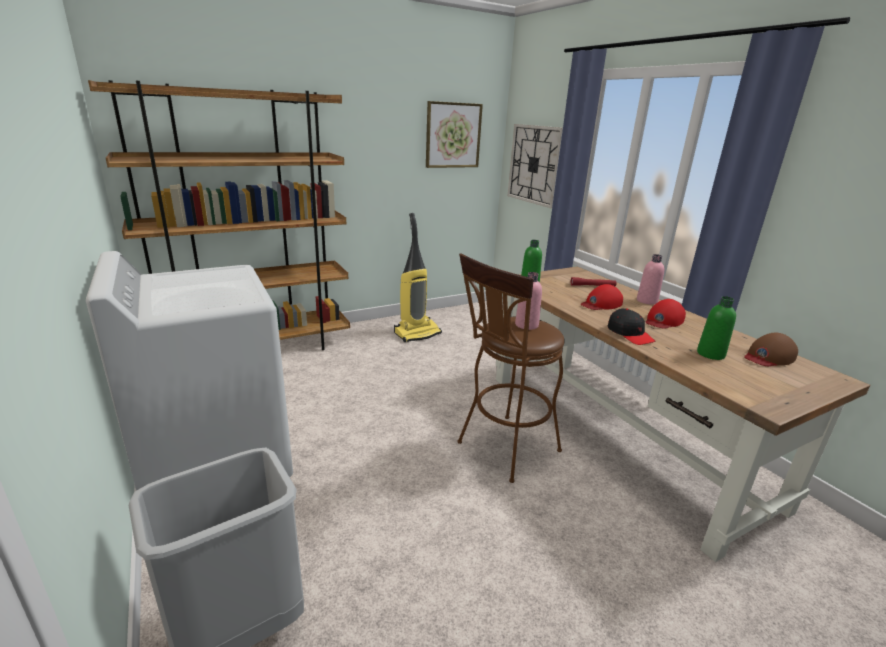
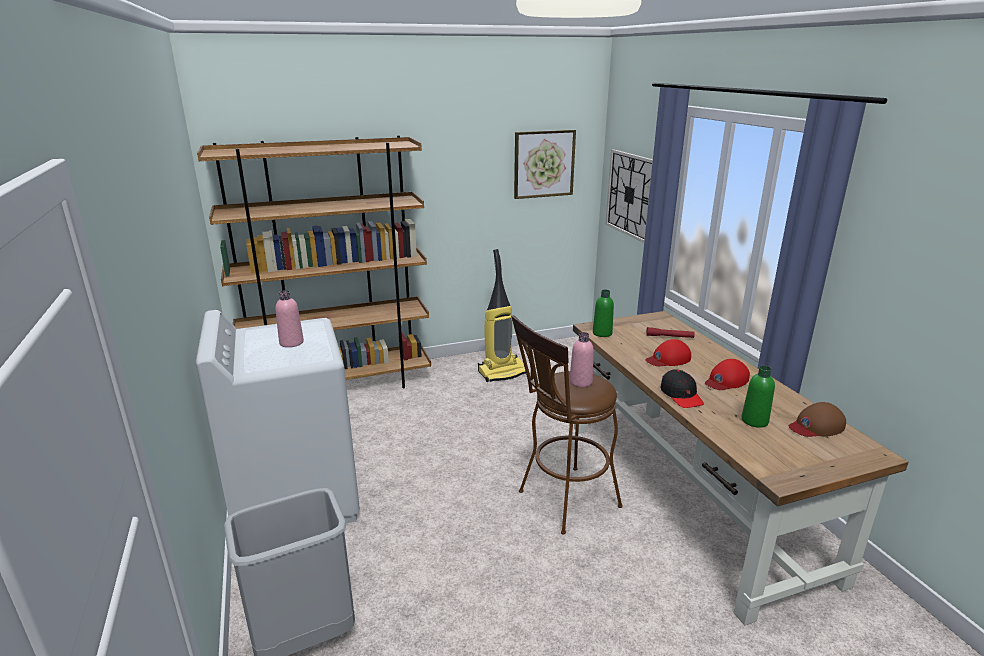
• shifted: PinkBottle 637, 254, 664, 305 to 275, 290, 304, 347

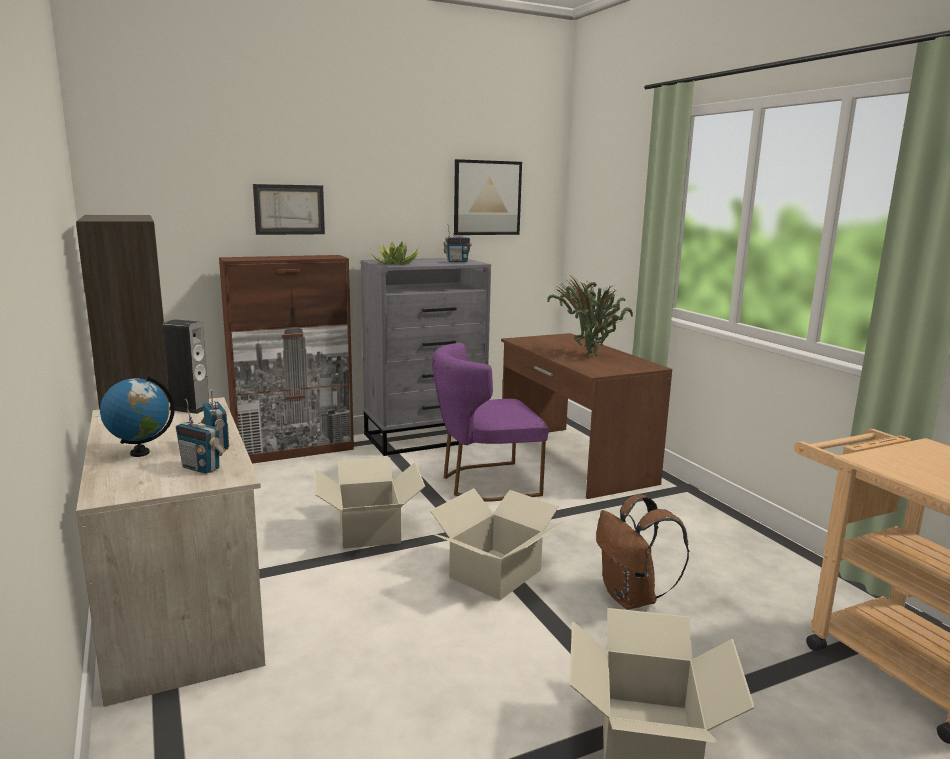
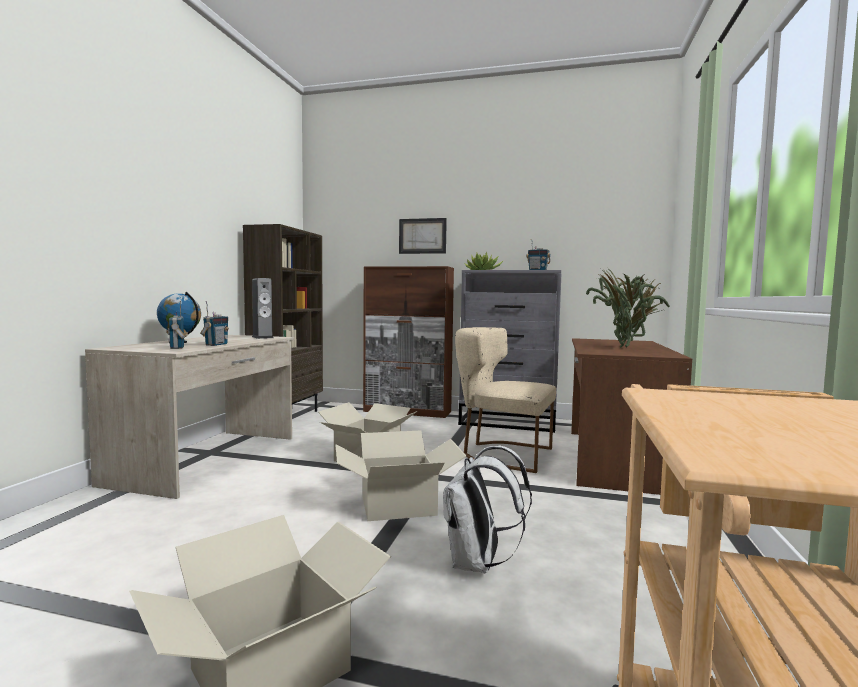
• gone: Picture 454, 159, 522, 235
• repainted: PurpleChair 433, 343, 548, 502 to BeigeChair 455, 327, 556, 473
• repainted: BrownBackpack 596, 494, 689, 609 to WhiteBackpack 443, 446, 532, 573

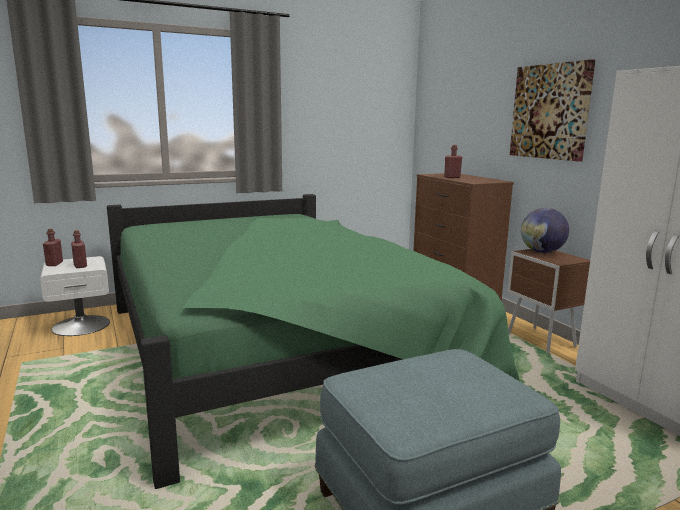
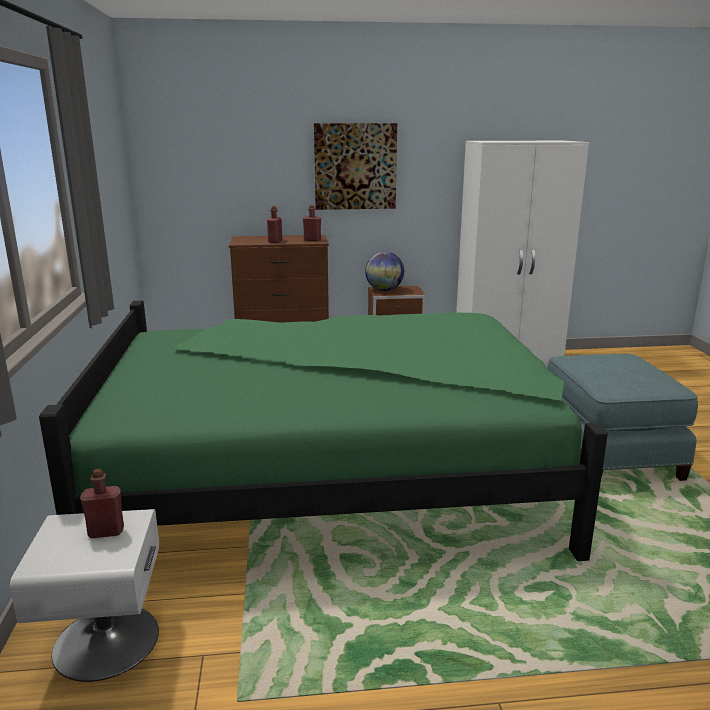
• shifted: RedBottle 43, 229, 63, 266 to 303, 205, 321, 241

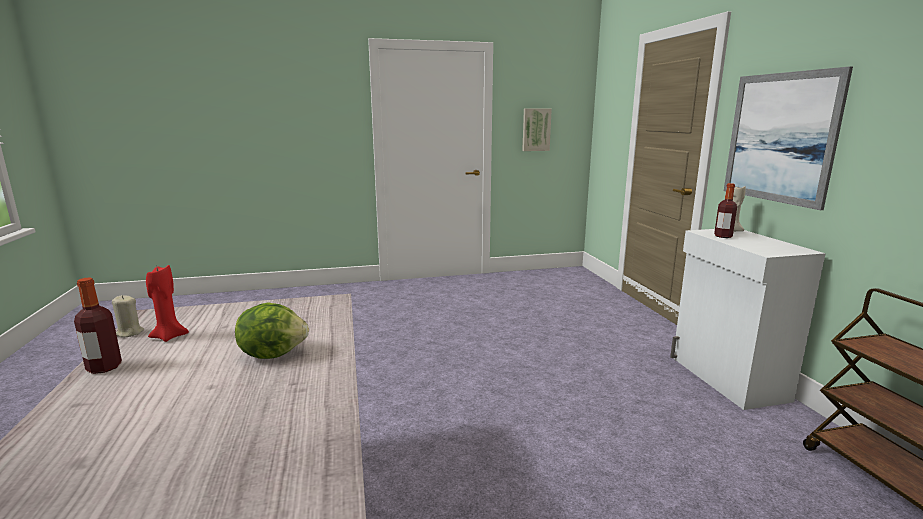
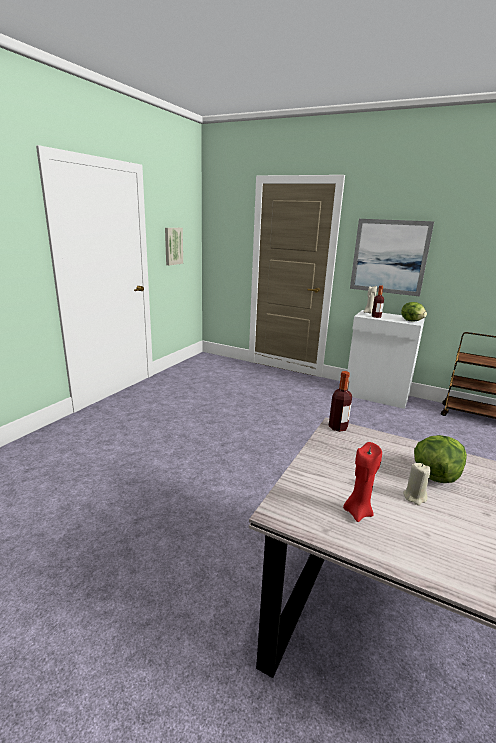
• shifted: Bottle 74, 277, 122, 374 to 329, 371, 352, 432
• shifted: BeigeCandle 112, 295, 144, 337 to 403, 463, 431, 505
• new: Lettuce 401, 302, 427, 321

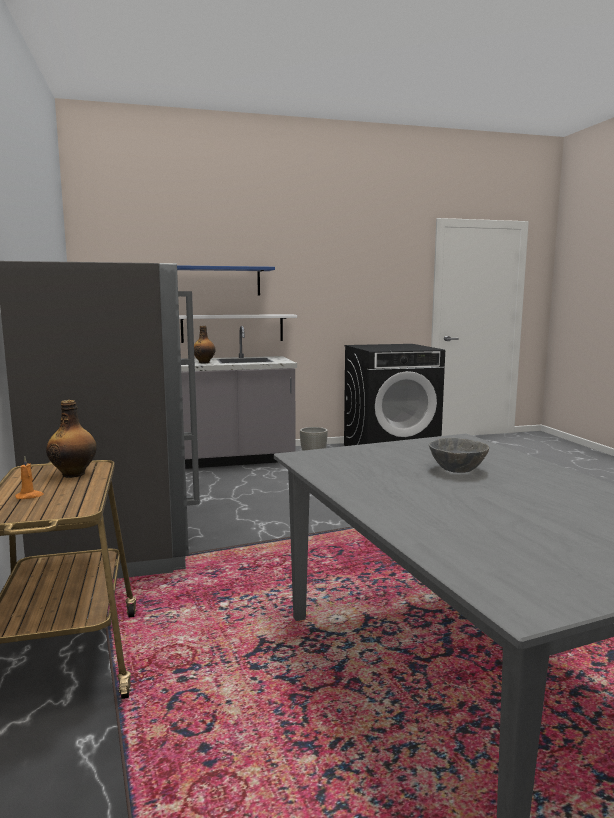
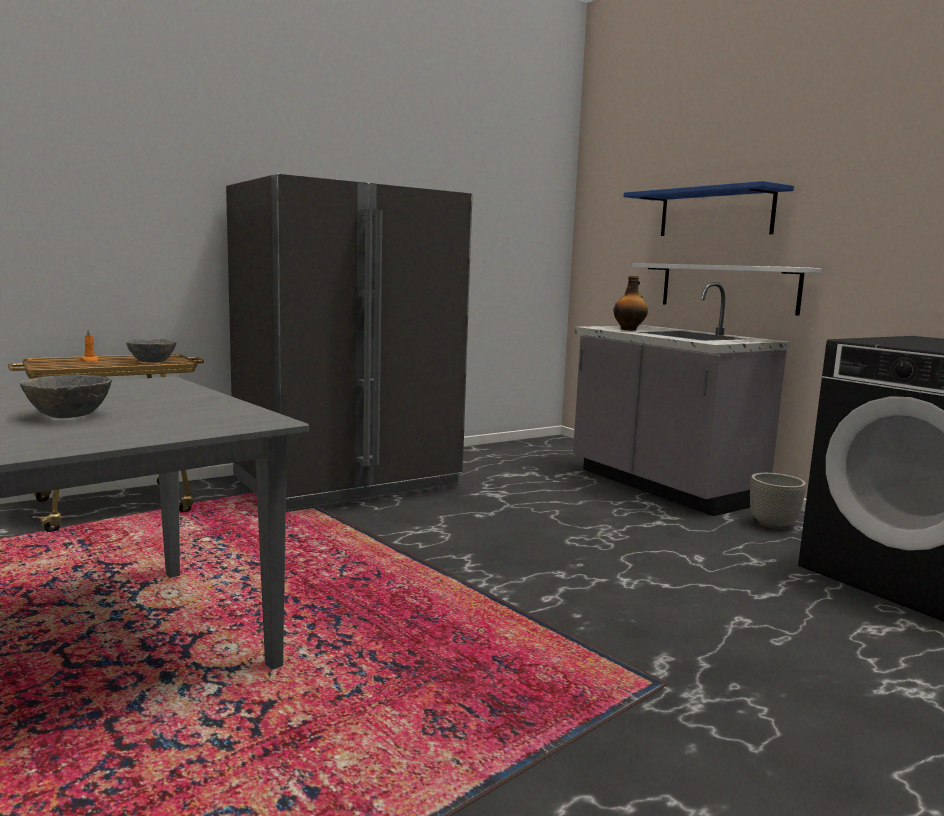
• swapped: Bottle 46, 400, 97, 478 to GreyBowl 126, 338, 177, 363

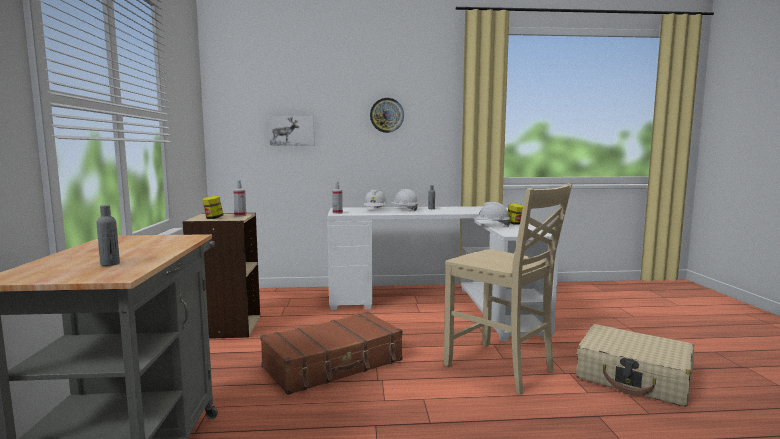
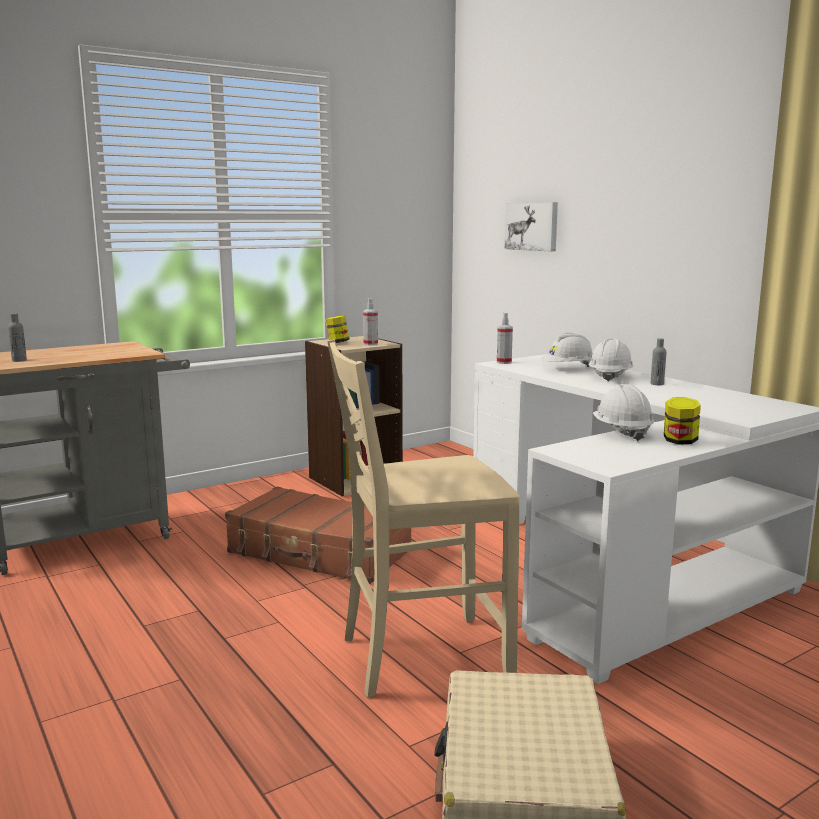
• gone: WallClock 370, 98, 404, 133
• rotated: BeigeChair 444, 184, 572, 394 = 327, 339, 520, 698 60 degrees clockwise

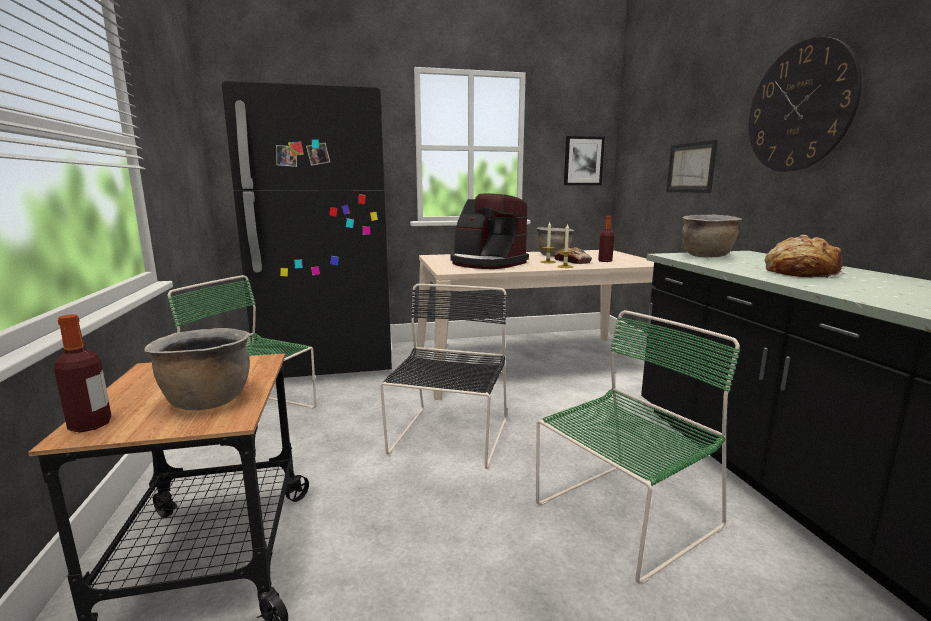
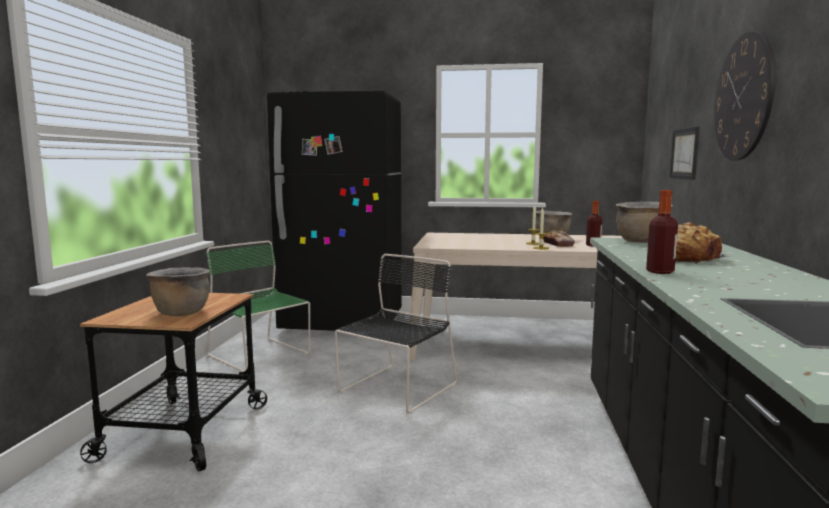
• gone: Picture 564, 136, 605, 185
• gone: CoffeeMachine 450, 193, 529, 269
• gone: GreenChair 536, 310, 740, 584
• shifted: Bottle 54, 314, 112, 432 to 646, 190, 678, 274

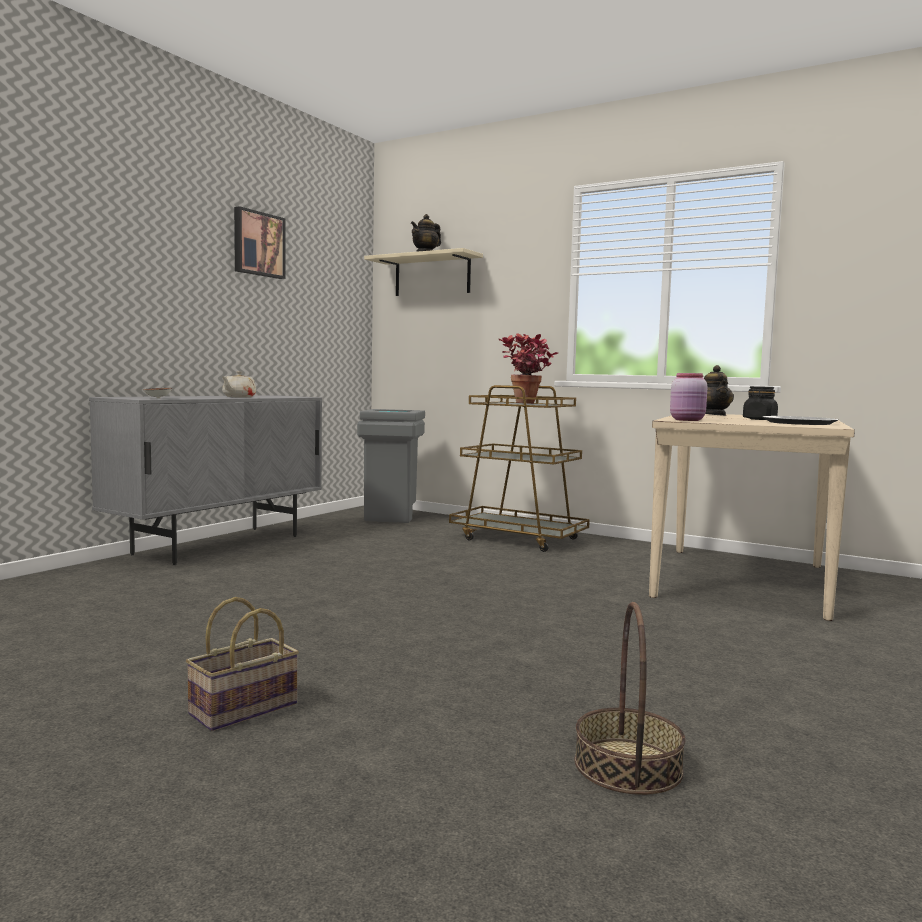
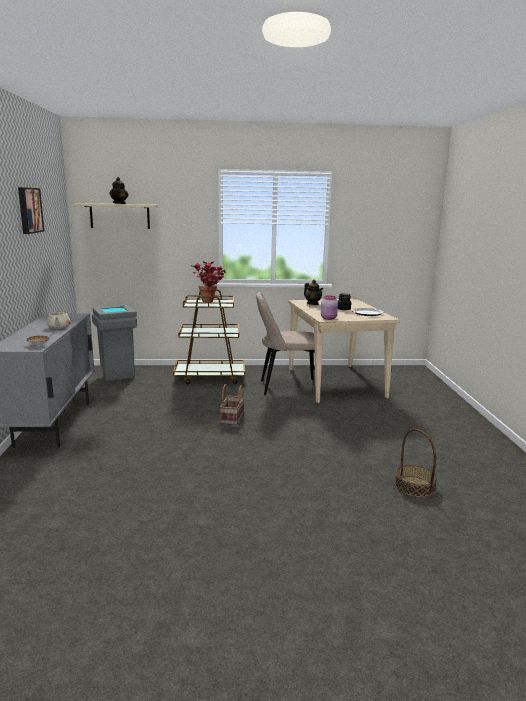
• shifted: Basket 186, 597, 299, 731 to 220, 384, 244, 425
• new: BeigeChair 256, 292, 321, 395

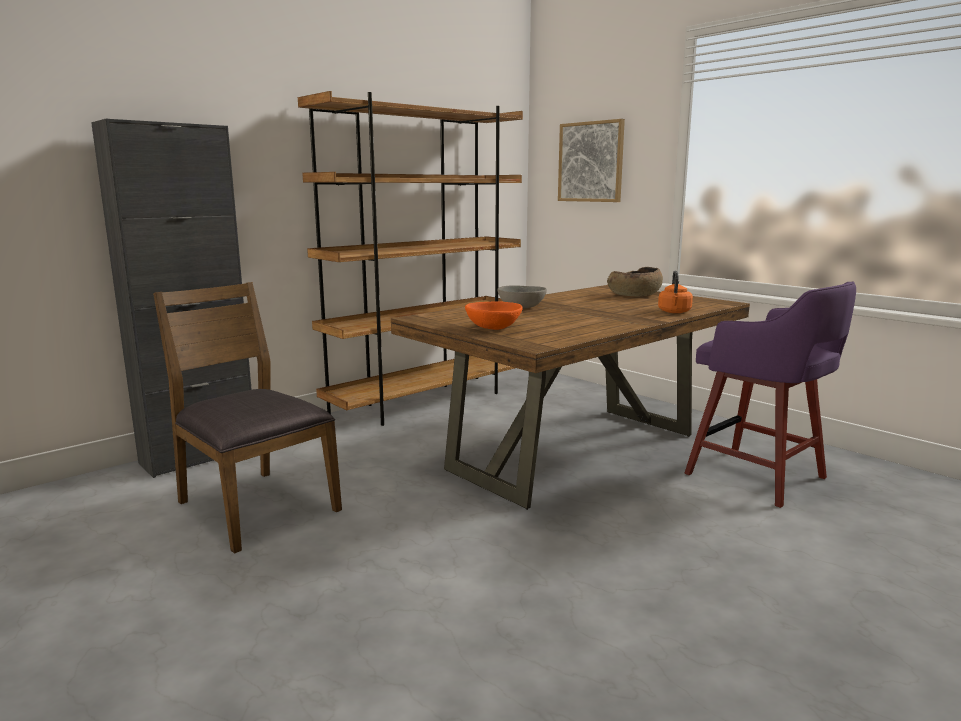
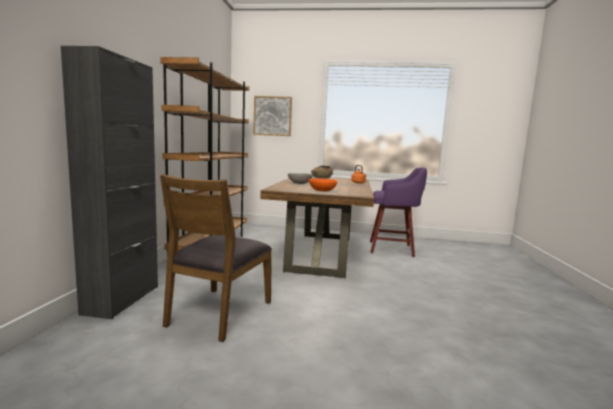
• rotated: BrownChair 153, 282, 342, 554 = 160, 174, 272, 342 75 degrees counterclockwise

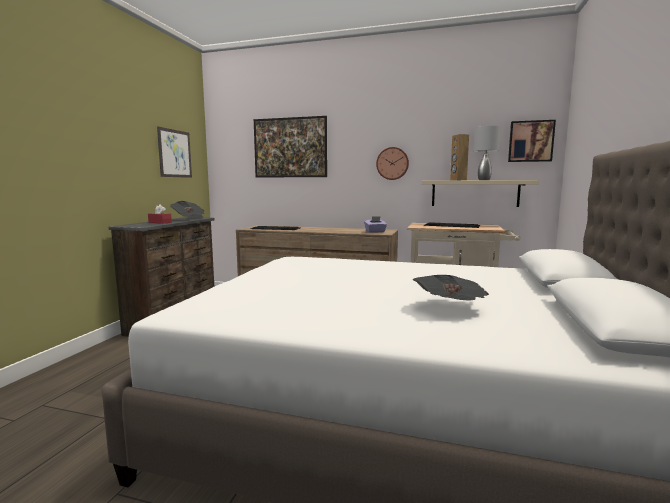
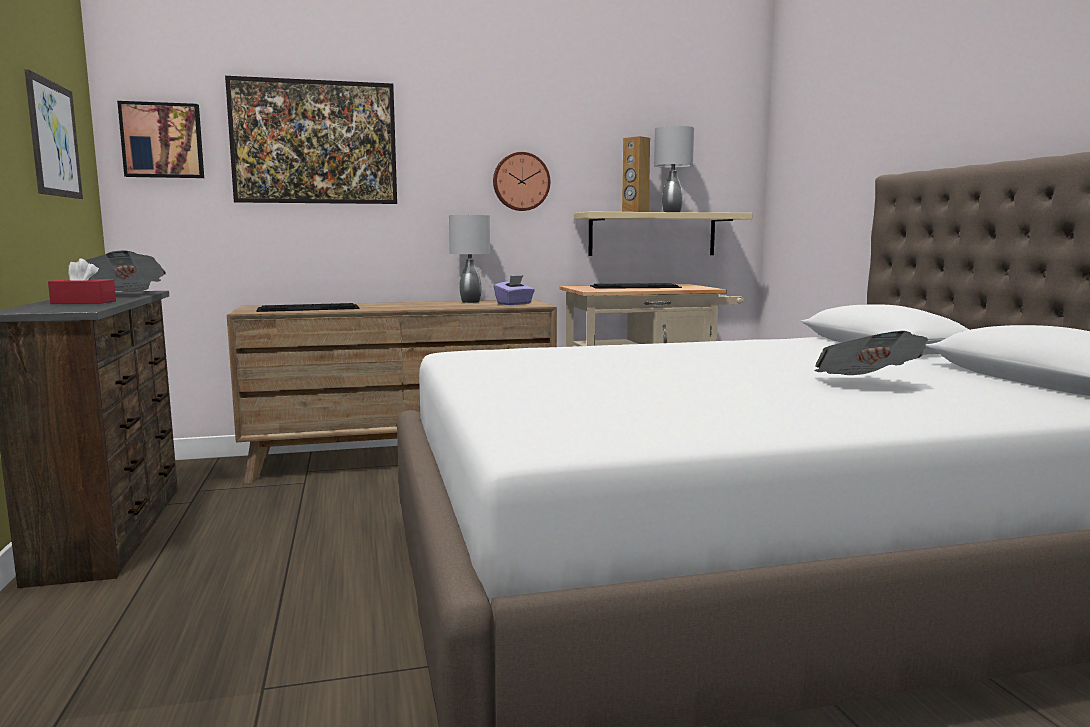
• shifted: Picture 508, 120, 556, 162 to 117, 101, 204, 178
• new: GreyTableLamp 449, 214, 490, 303

